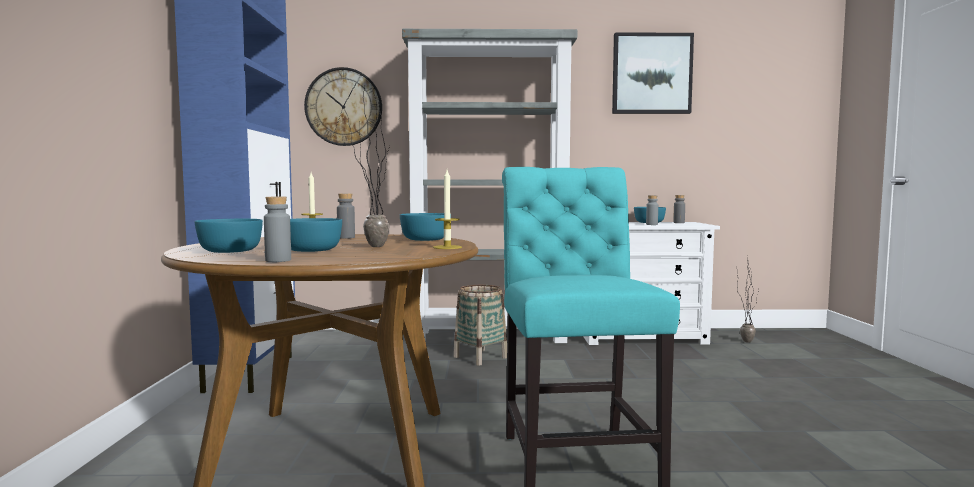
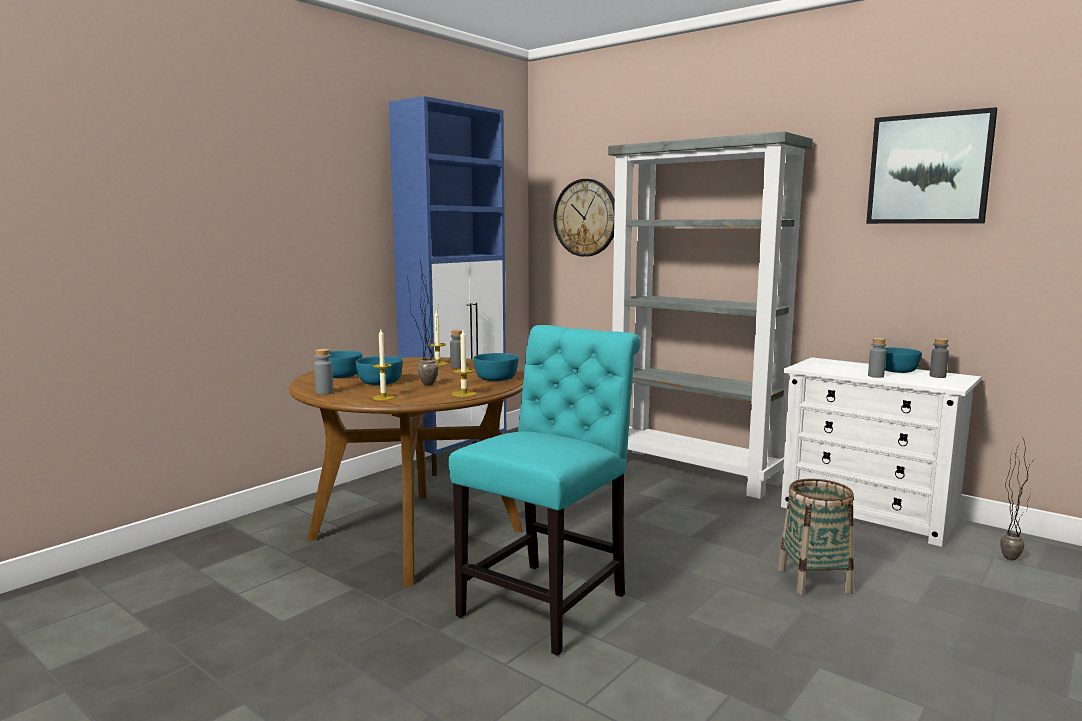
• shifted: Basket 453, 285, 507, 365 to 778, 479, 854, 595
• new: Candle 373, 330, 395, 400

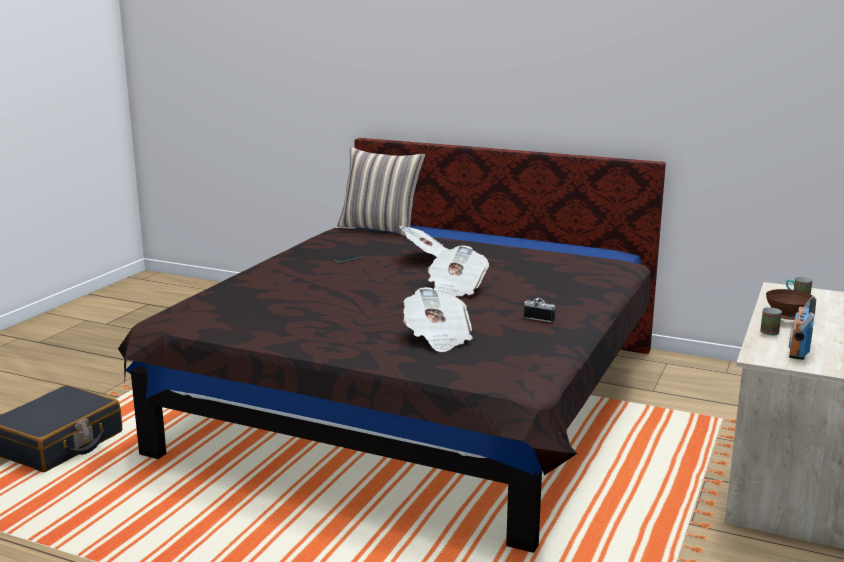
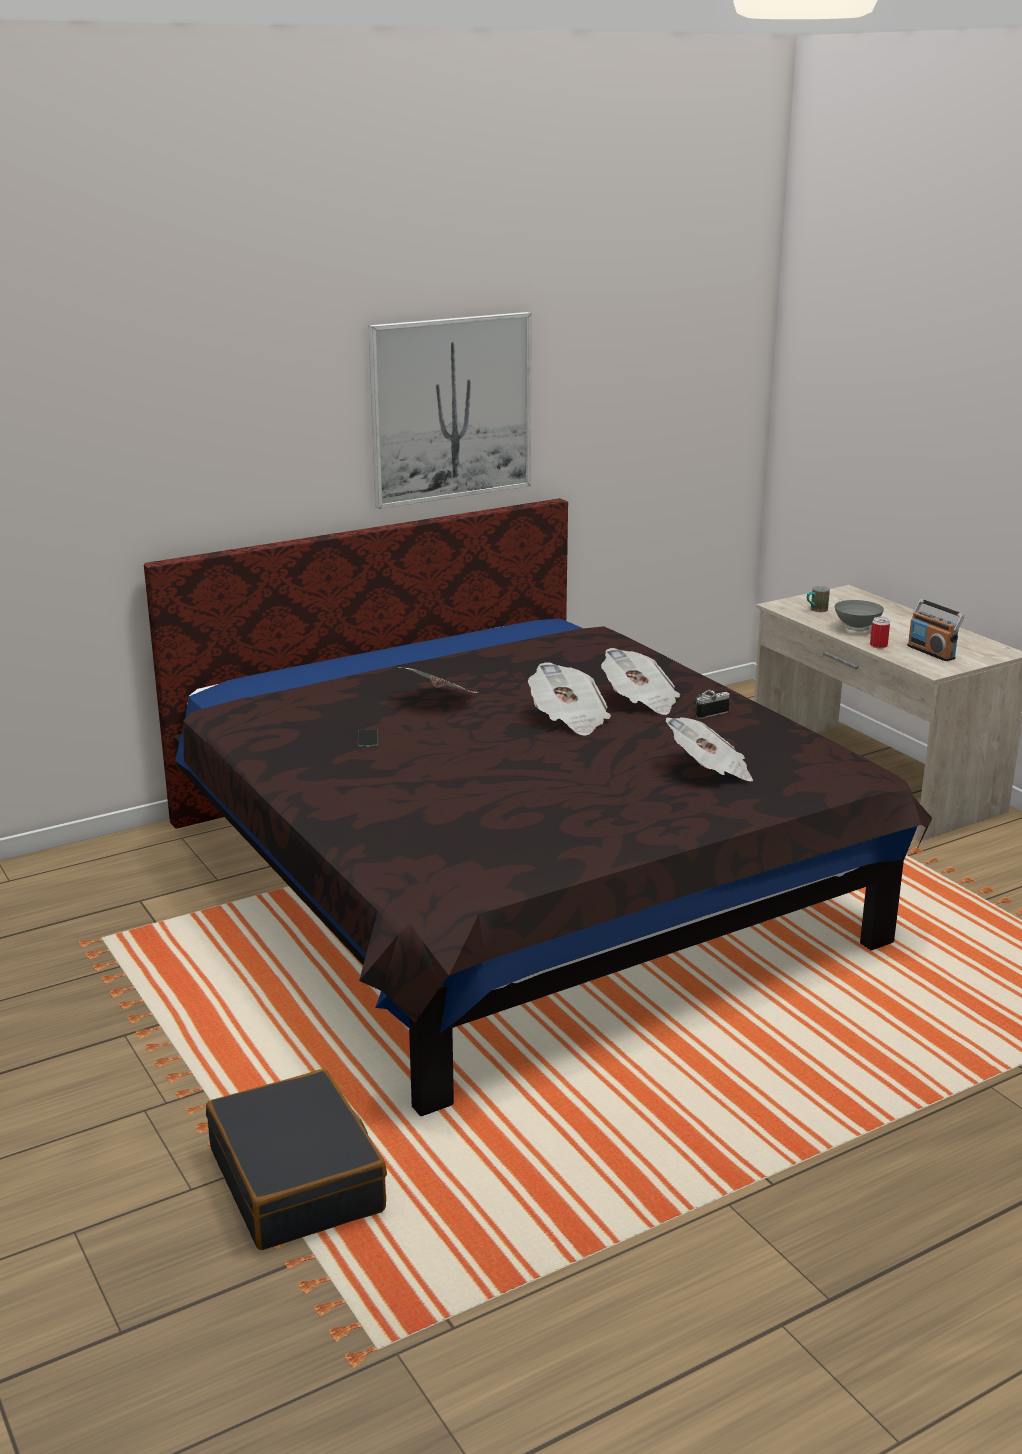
• gone: Pillow 337, 147, 425, 236
• repainted: BrownBowl 766, 289, 814, 320 to GreyBowl 835, 600, 884, 631
• swapped: Mug 760, 307, 782, 335 to Can 870, 617, 890, 648
• new: Picture 369, 312, 532, 509
• new: Newspaper 601, 648, 680, 715

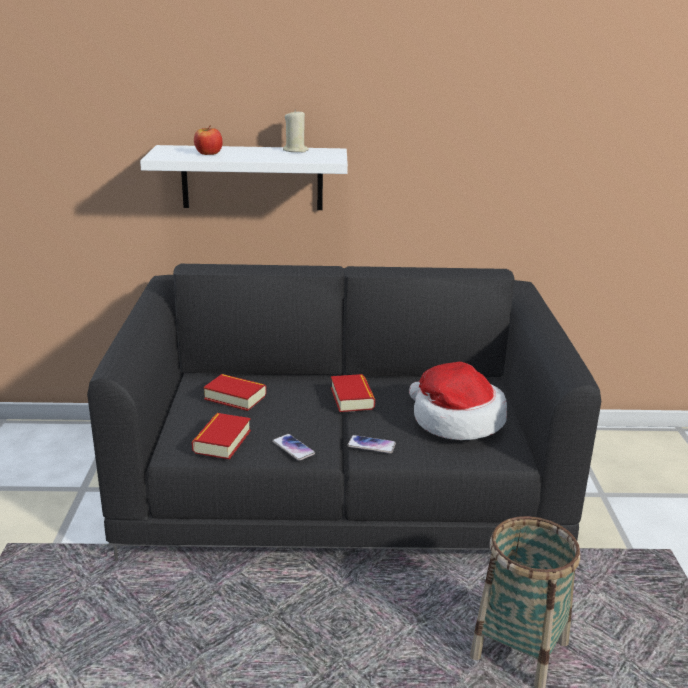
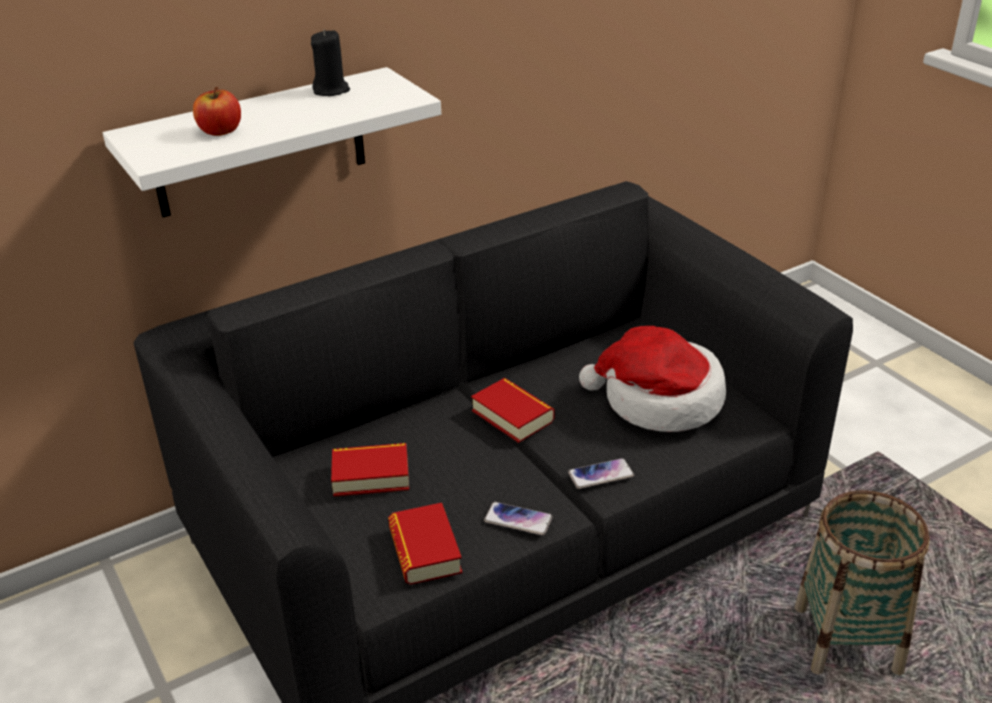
• repainted: BeigeCandle 283, 109, 309, 152 to BlackCandle 311, 29, 350, 96

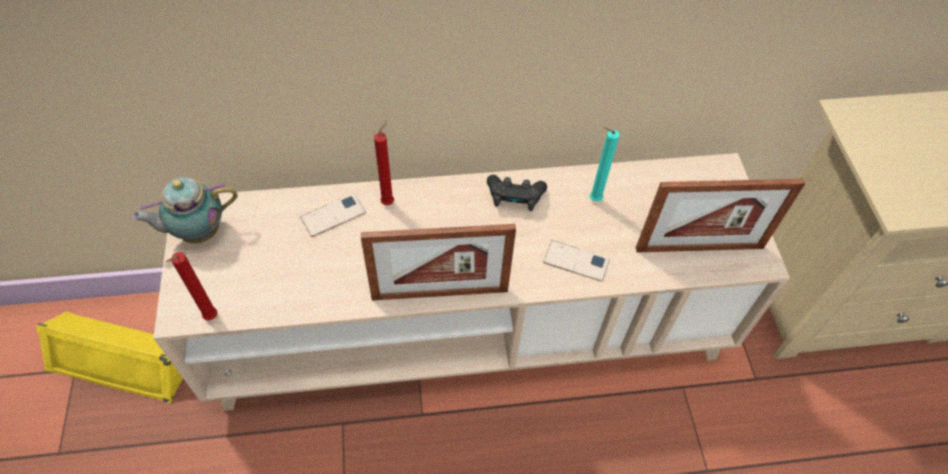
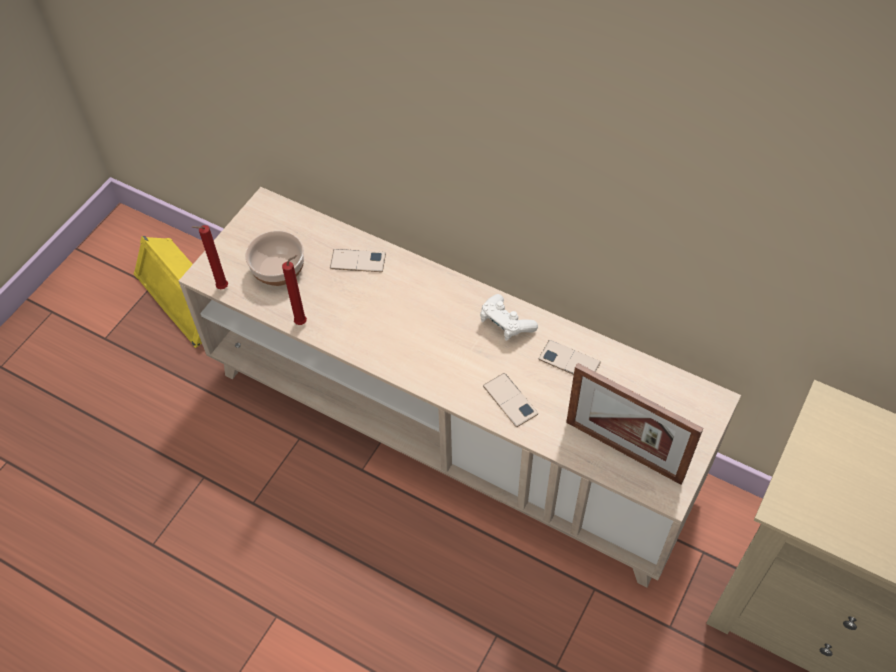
• shifted: RedCandle 374, 121, 394, 205 to 282, 255, 307, 325
• swapped: TurquoiseCandle 590, 127, 619, 202 to Phone 538, 340, 601, 375
• repainted: BlackGameController 487, 175, 547, 212 to WhiteGameController 480, 294, 538, 341
• gone: Teapot 132, 177, 237, 244
• gone: PictureFrame 361, 224, 516, 301
• new: Bowl 245, 231, 304, 286

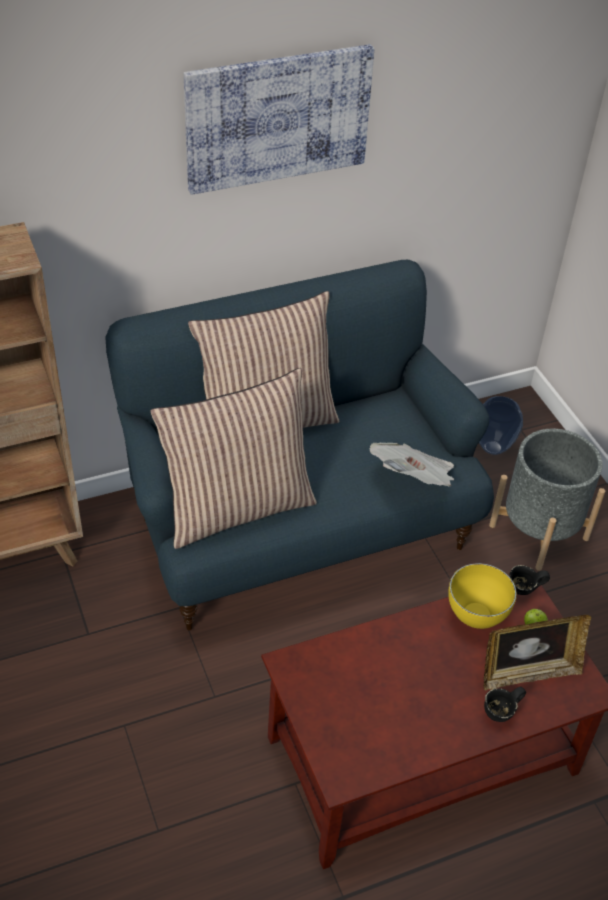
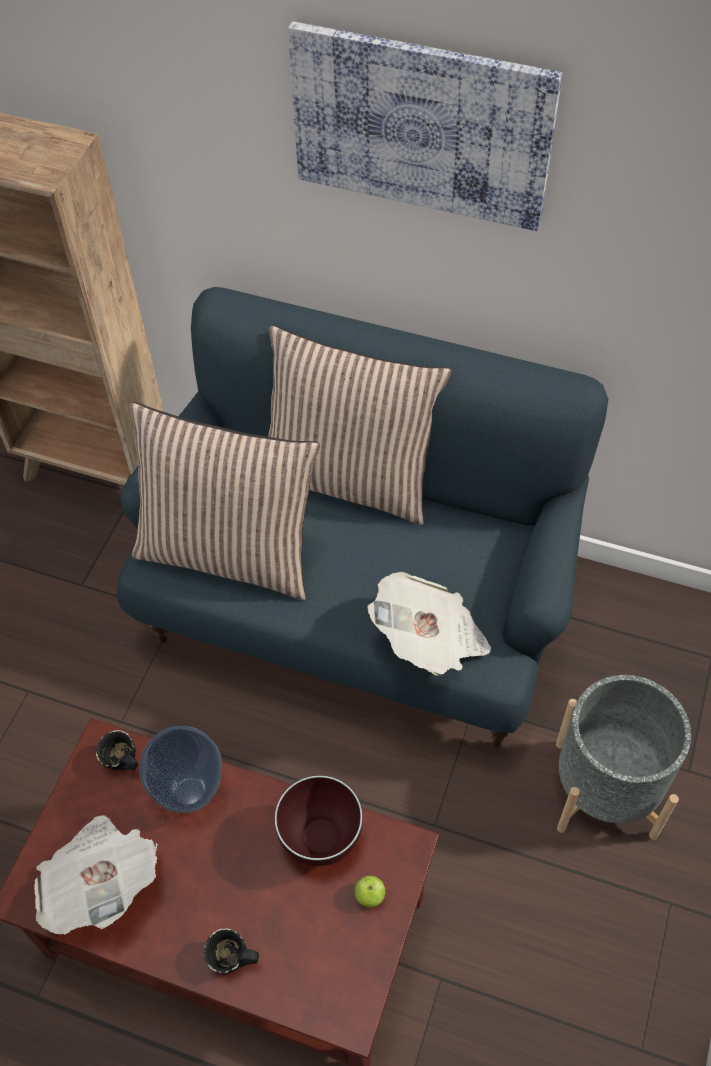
• shifted: Vase 479, 396, 523, 455 to 140, 726, 222, 813
• repainted: YellowBowl 448, 563, 517, 629 to BrownBowl 274, 775, 363, 866
• shifted: BlackMug 509, 565, 550, 595 to 96, 730, 138, 771
• gone: PictureFrame 484, 615, 591, 691
• new: Newspaper 34, 815, 157, 934

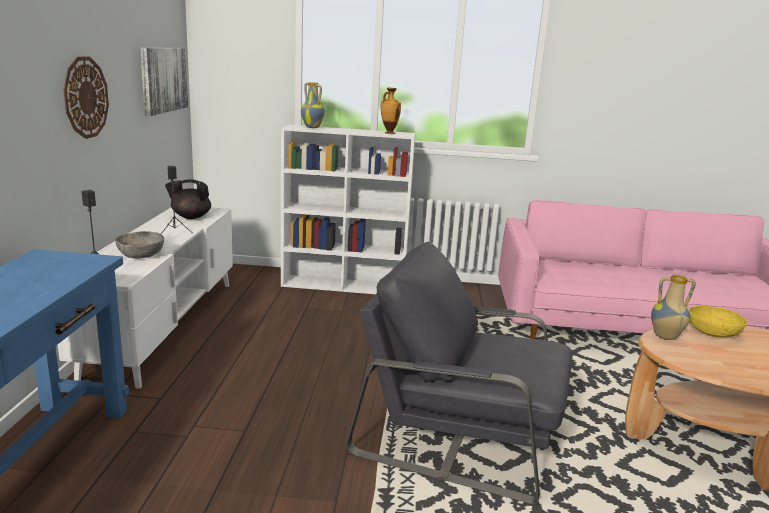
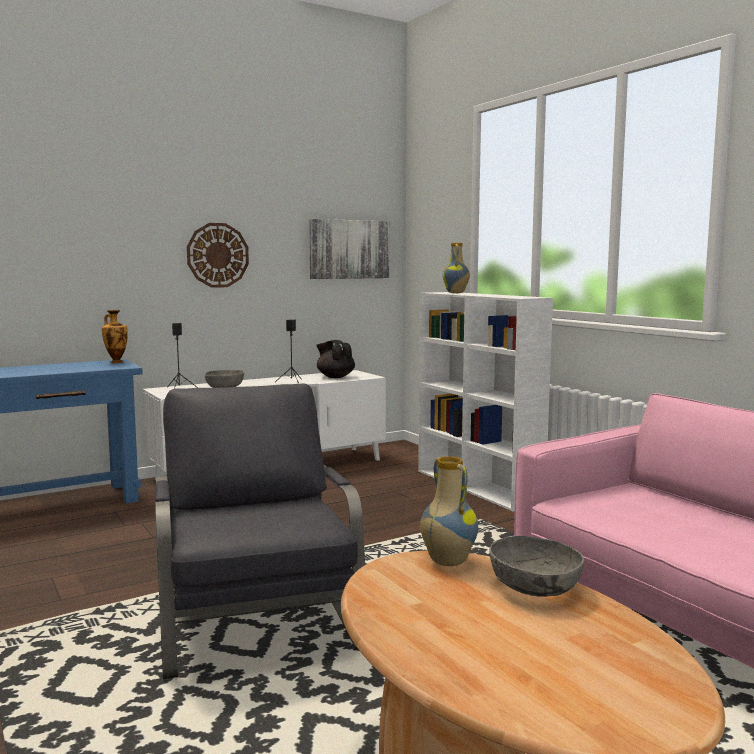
• shifted: Vase 381, 88, 401, 134 to 102, 310, 128, 363
• repainted: YellowBowl 689, 306, 748, 338 to GreyBowl 489, 536, 584, 597

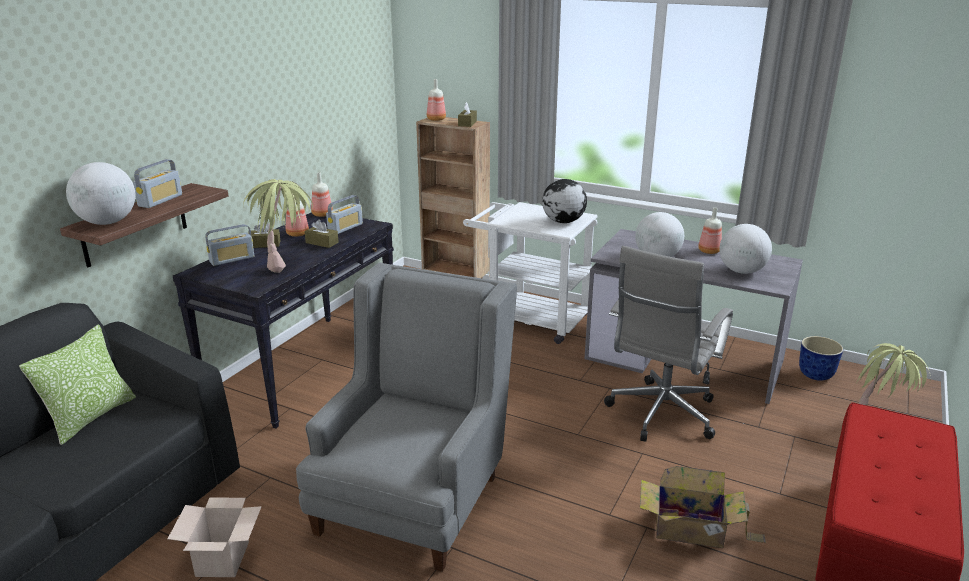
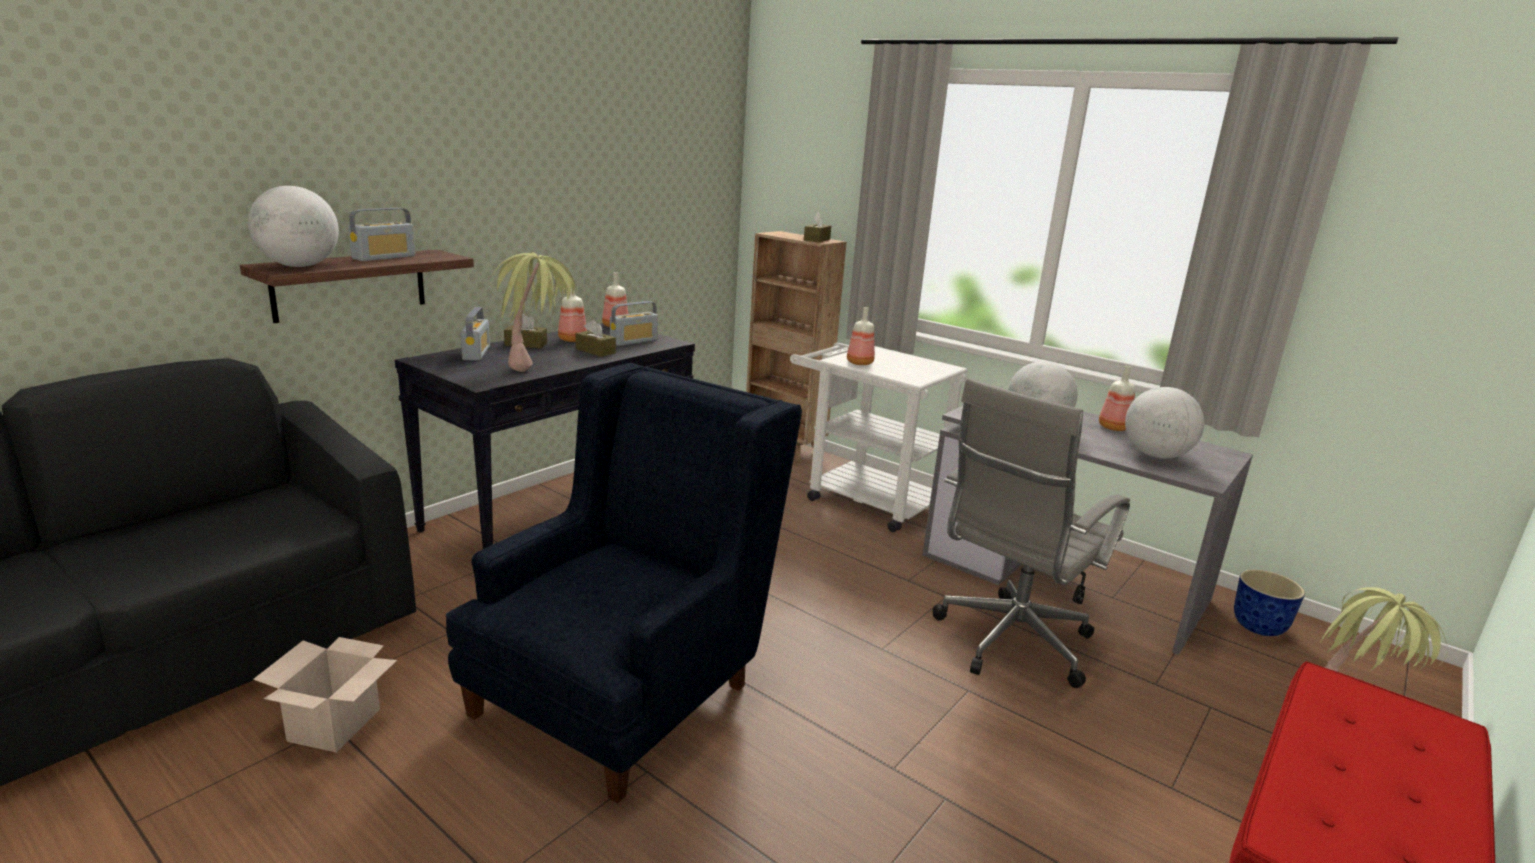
• shifted: Bottle 427, 79, 446, 121 to 847, 307, 875, 365
• gone: Globe 542, 179, 587, 223
• rotated: Radio 205, 224, 254, 266 = 460, 307, 490, 361 75 degrees counterclockwise
• repainted: GreyArmchair 296, 262, 517, 572 to BlueArmchair 446, 363, 802, 803
• gone: Pillow 19, 325, 136, 445
• gone: CardboardBox 640, 466, 766, 548

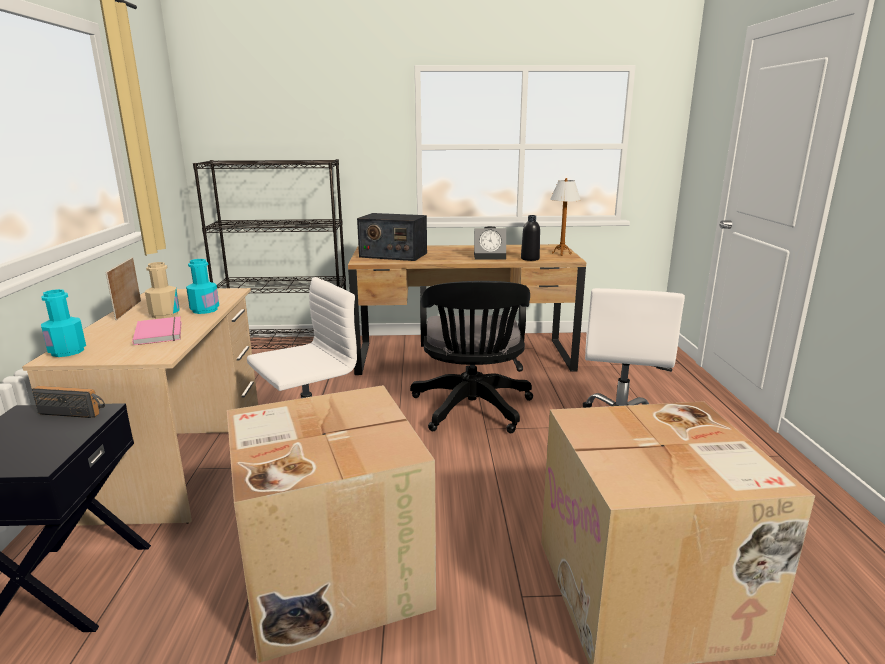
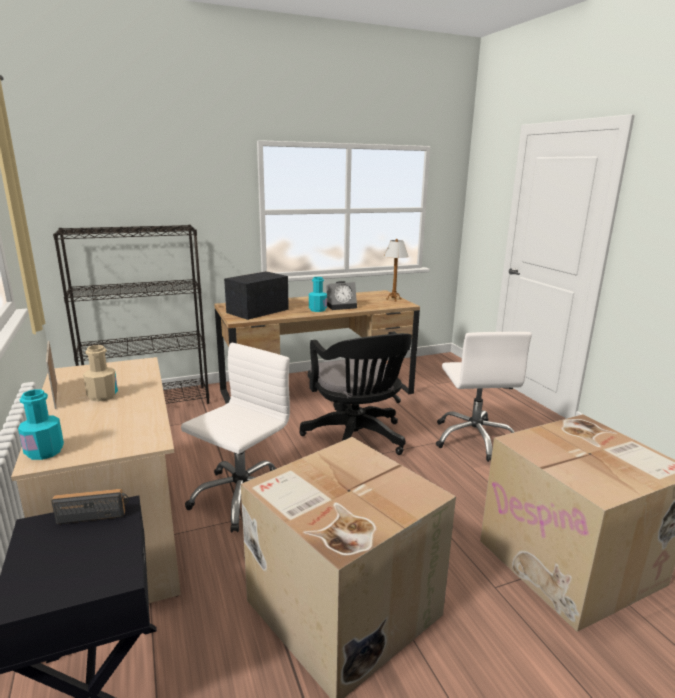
• rotated: Radio 357, 213, 427, 261 = 224, 271, 289, 320 135 degrees clockwise
• gone: BlackBottle 521, 215, 540, 261
• shifted: TurquoiseBottle 186, 259, 219, 314 to 309, 277, 327, 312
• gone: PinkBook 132, 316, 181, 345

